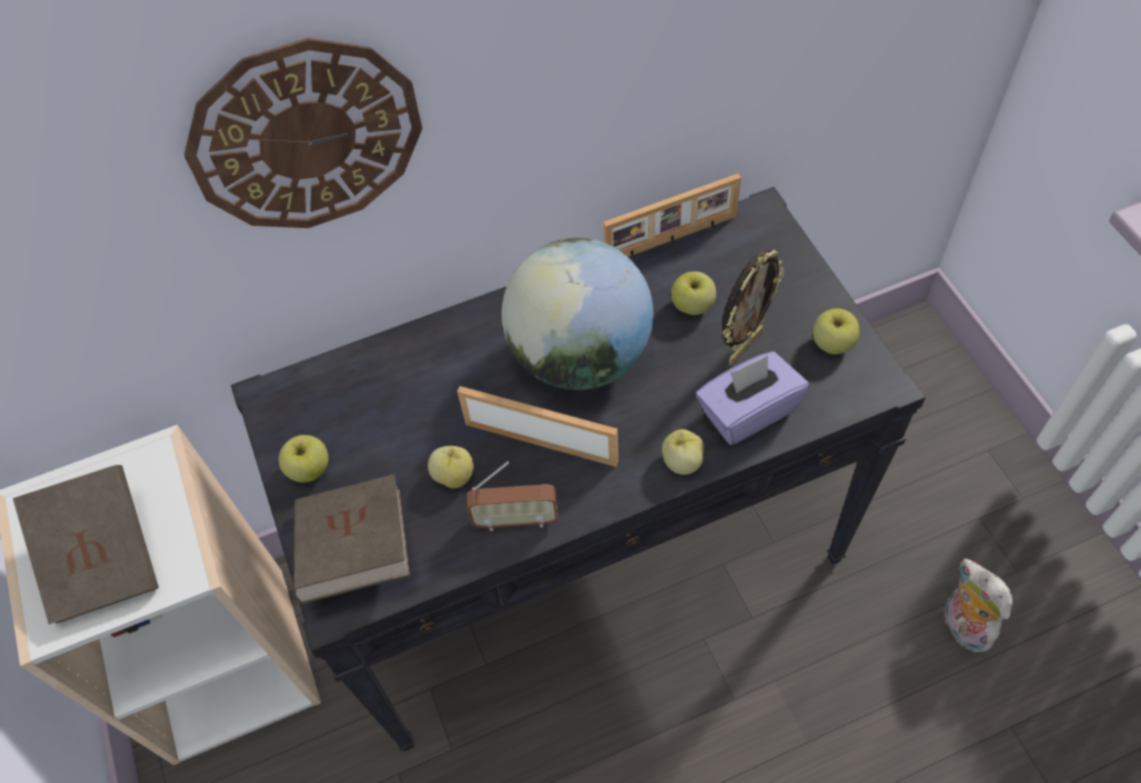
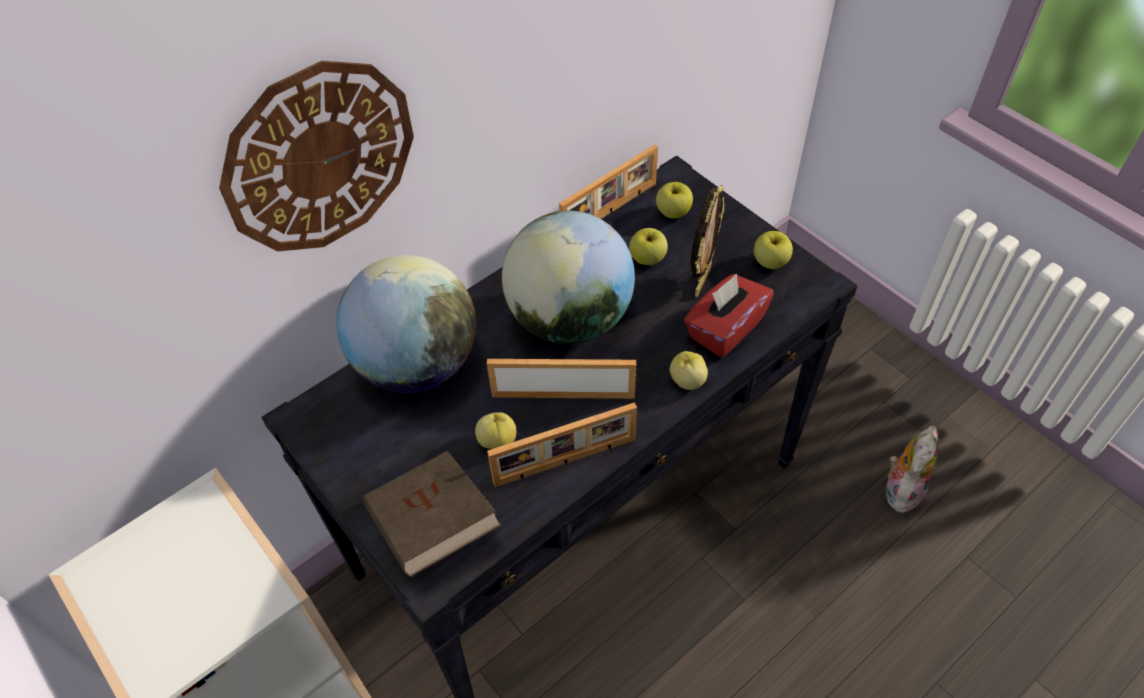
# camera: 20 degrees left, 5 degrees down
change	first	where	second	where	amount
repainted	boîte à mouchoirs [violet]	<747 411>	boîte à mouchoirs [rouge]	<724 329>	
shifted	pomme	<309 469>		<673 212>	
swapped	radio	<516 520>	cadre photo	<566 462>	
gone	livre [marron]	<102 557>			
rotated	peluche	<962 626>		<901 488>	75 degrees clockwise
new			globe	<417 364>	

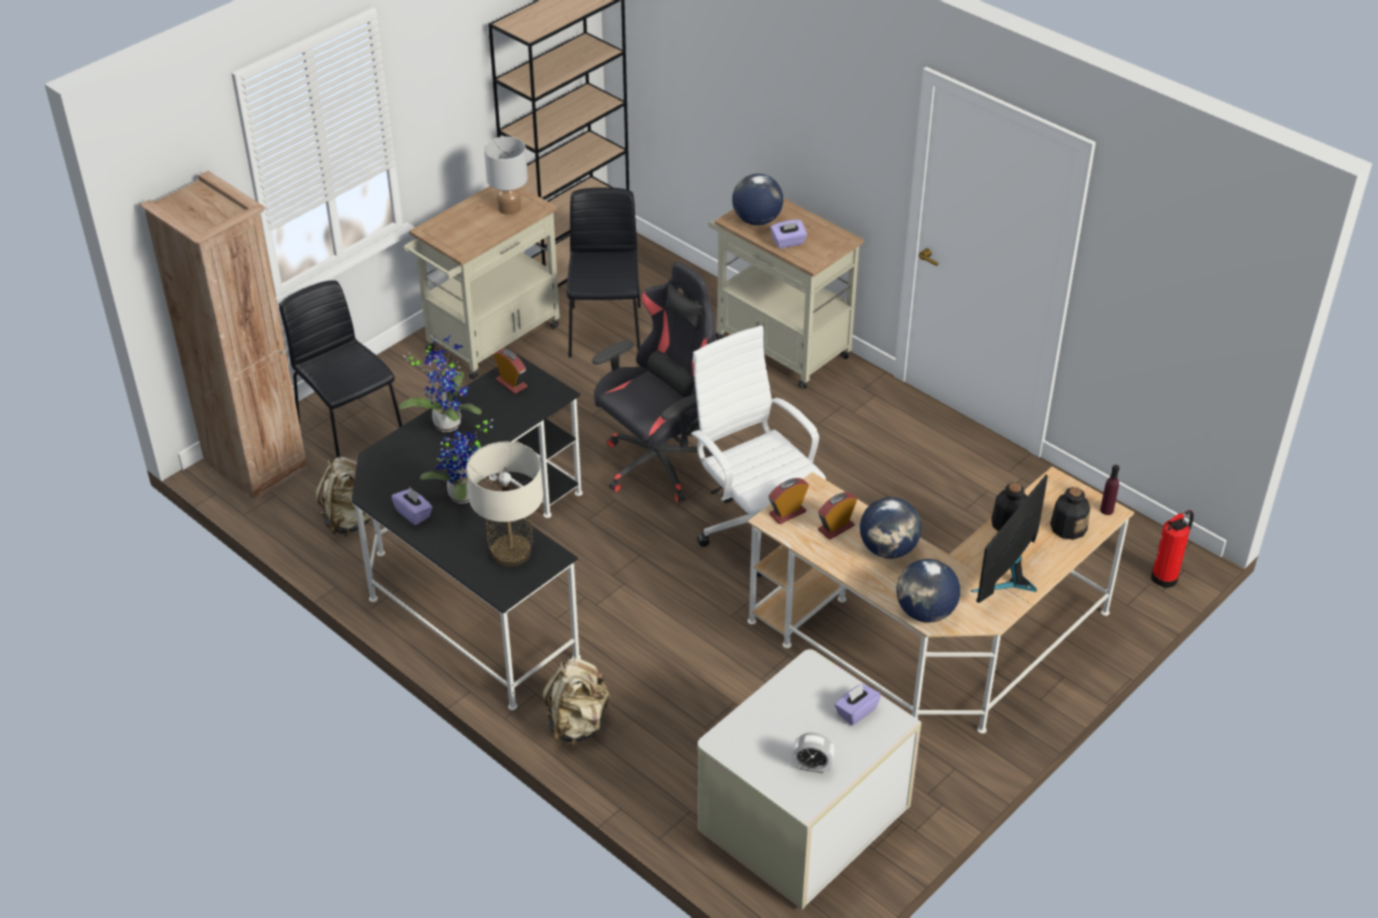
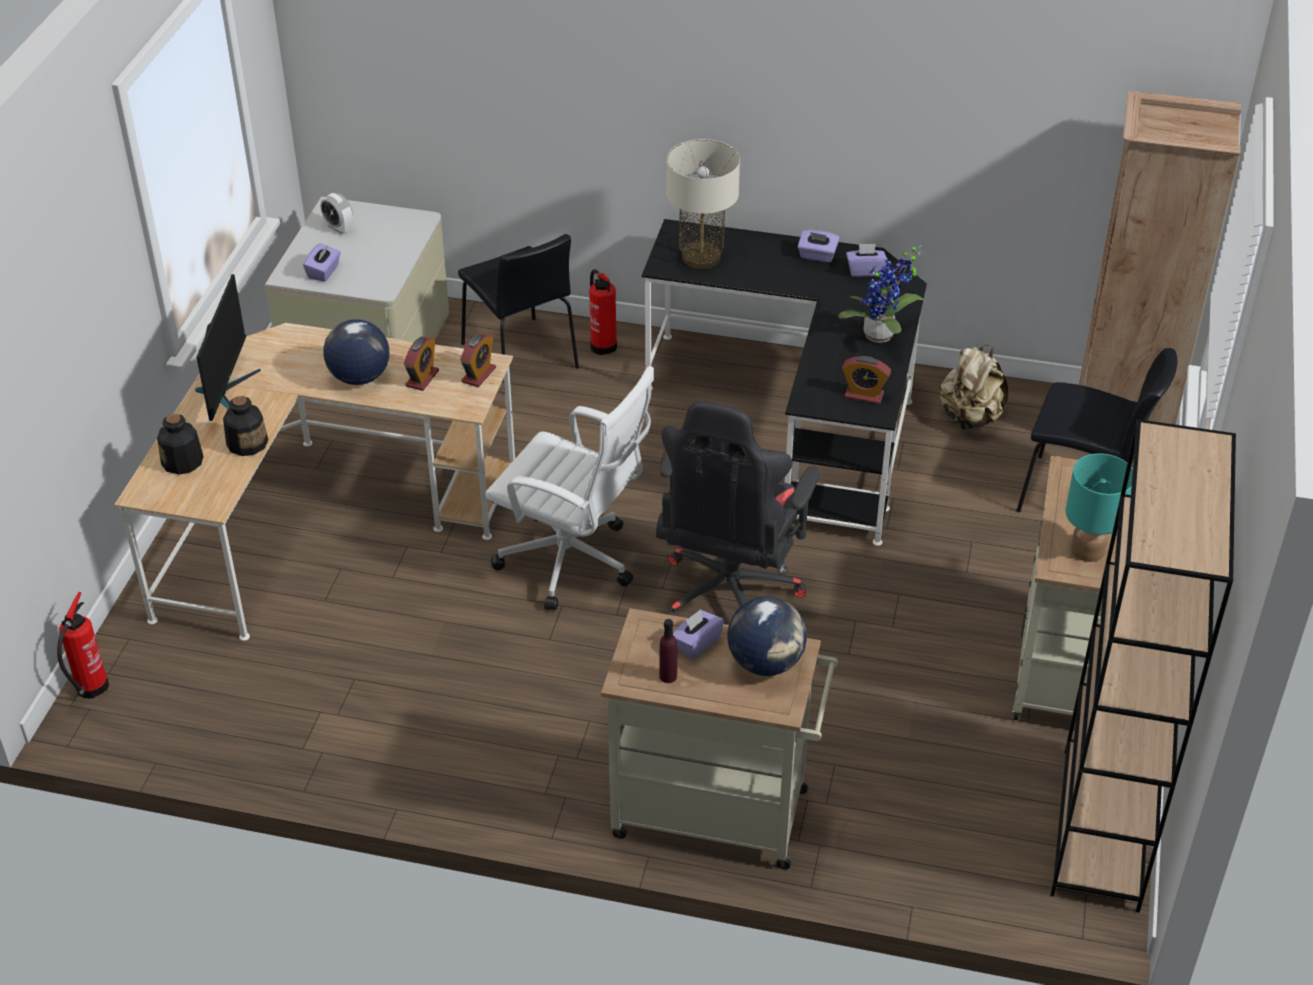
# camera: 150 degrees right, 0 degrees up
change	first	where	second	where	amount
repainted	lampe de table [gris]	<509 208>	lampe de table [turquoise]	<1088 550>	
shifted	chaise [noir]	<605 329>		<522 358>	
gone	plante en pot	<464 498>			
shifted	bouteille [violet]	<1106 510>		<668 676>	
gone	globe	<925 612>			
swapped	sac à dos [beige]	<577 724>	extincteur	<603 345>	
rotated	réveil	<812 767>		<339 228>	120 degrees counterclockwise
new			boîte à mouchoirs [violet]	<865 270>	

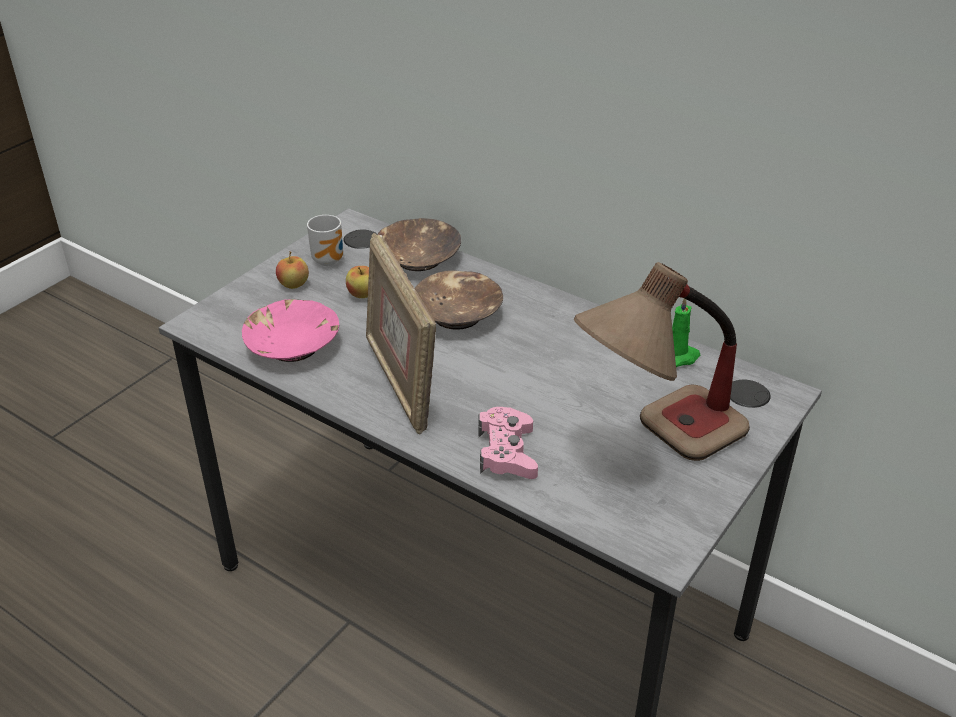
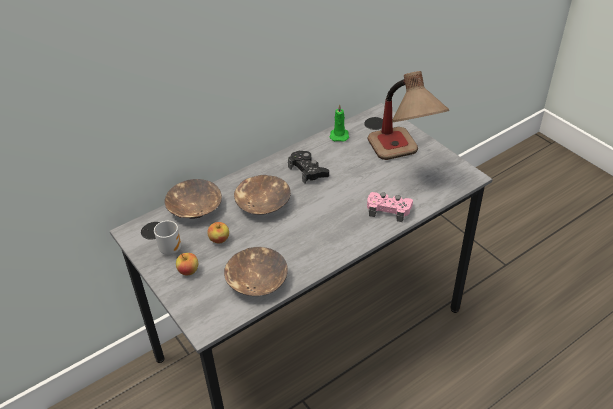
# camera: 70 degrees left, 5 degrees up
change	first	where	second	where	amount
gone	cadre photo	<400 382>			
repainted	bol [rose]	<293 345>	bol [marron]	<256 280>	
new			manette [noir]	<308 171>	

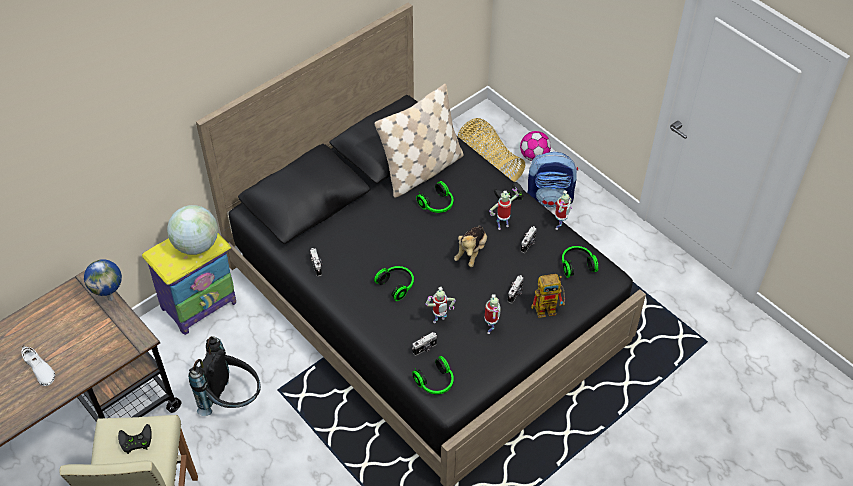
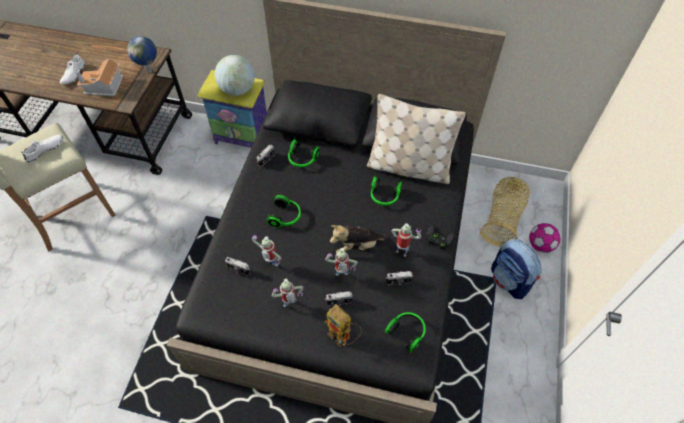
# camera: 55 degrees right, 5 degrees up
change	first	where	second	where	amount
shifted	robot jouet	<560 226>		<341 275>	
gone	sac à dos [noir]	<232 400>			
shifted	casque audio	<435 383>		<302 159>	
swapped	manette [noir]	<135 441>	chaussure [blanc]	<45 150>	
new			maison miniature	<103 87>	

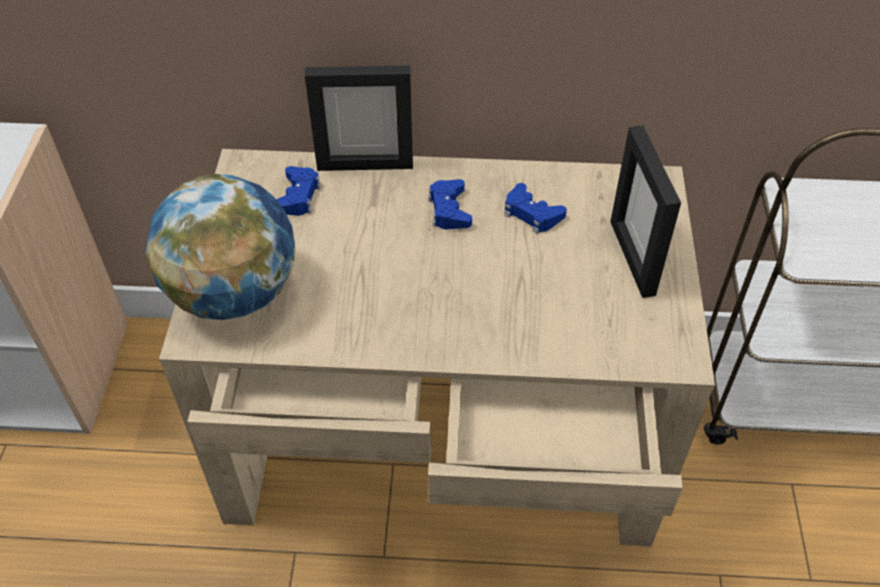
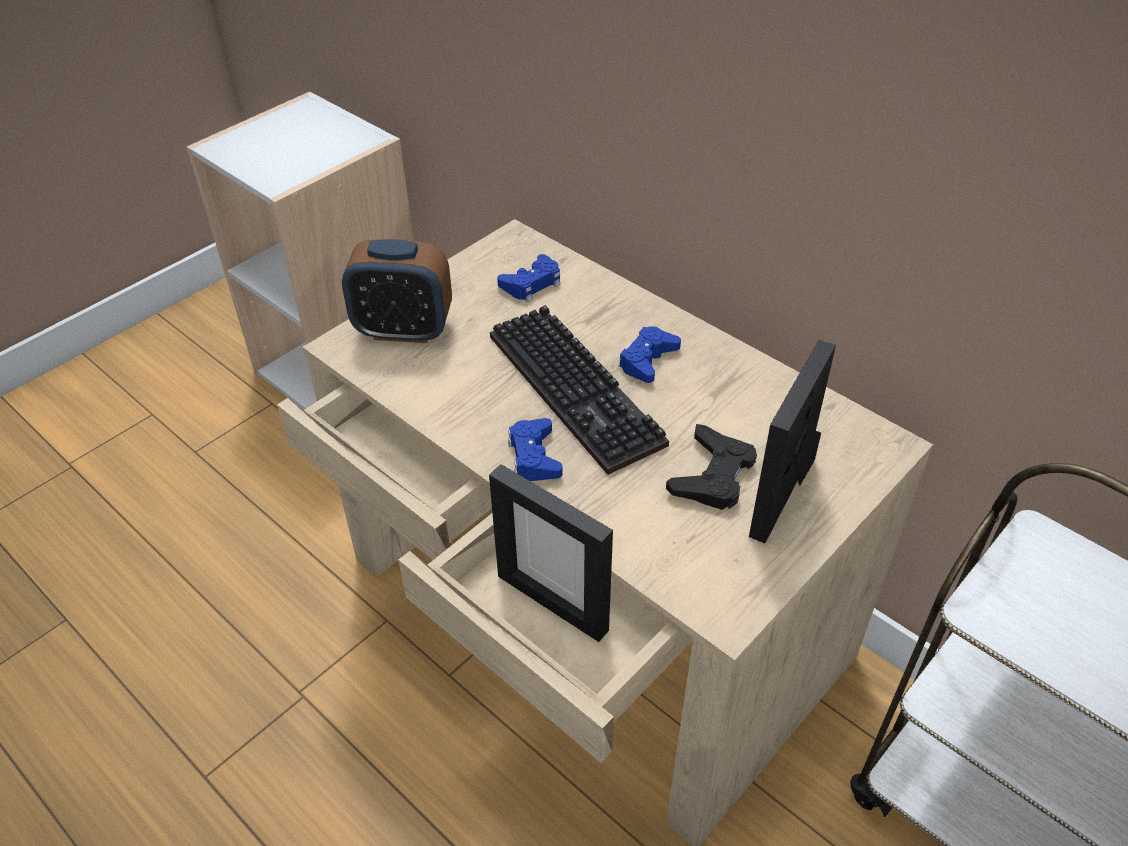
# camera: 40 degrees right, 5 degrees down
change	first	where	second	where	amount
shifted	cadre photo	<365 164>		<554 601>	
swapped	globe	<234 293>	réveil	<404 330>	
shifted	manette [bleu]	<531 214>		<534 456>	
new			clavier	<580 390>	
new			manette [noir]	<713 475>	

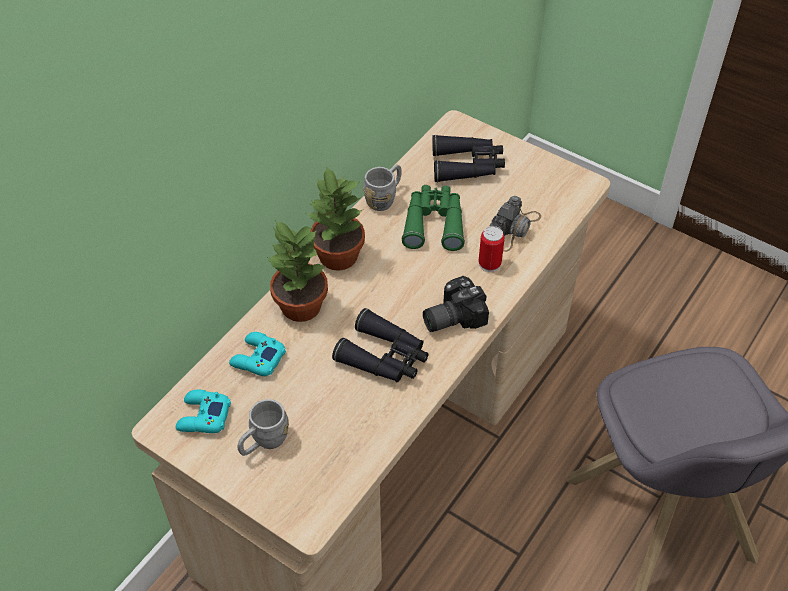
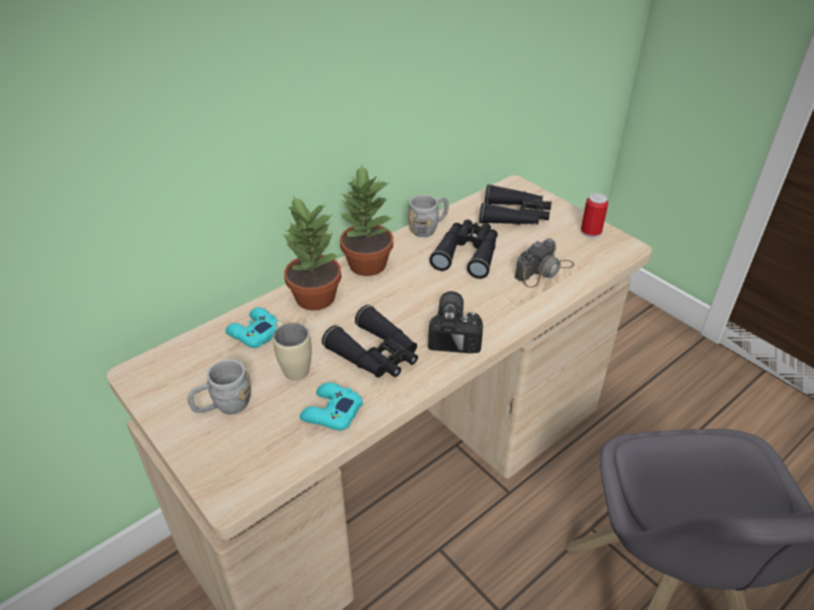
# camera: 15 degrees right, 10 degrees down
change	first	where	second	where	amount
repainted	jumelles [vert]	<434 223>	jumelles [noir]	<467 254>	
shifted	boîte métallique	<489 263>		<590 232>	
rotated	appareil photo	<451 316>		<456 331>	105 degrees clockwise
shifted	manette [turquoise]	<203 416>		<331 412>	
new			mug [beige]	<292 366>	

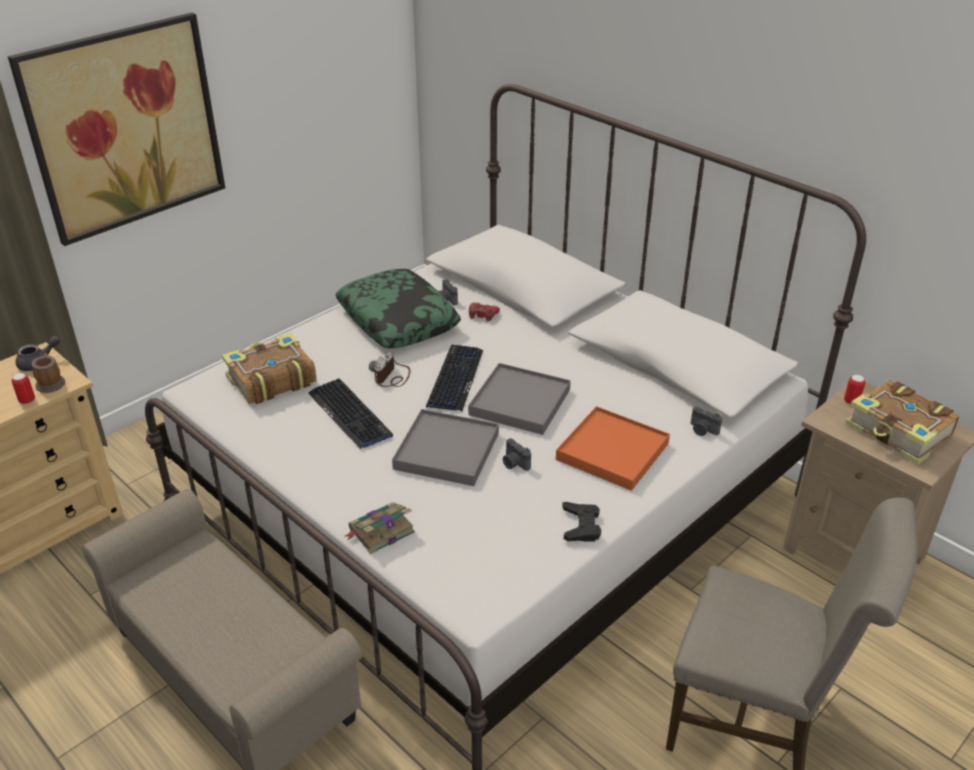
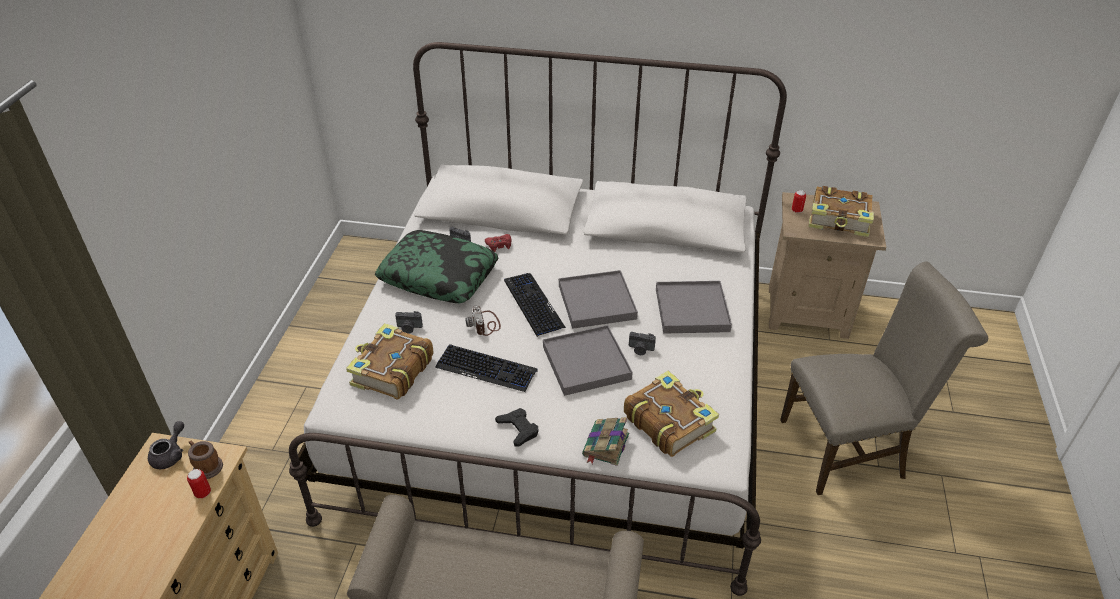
# camera: 35 degrees left, 5 degrees up
change	first	where	second	where	amount
gone	tableau	<125 127>			
repainted	plateau [orange]	<613 451>	plateau [gris]	<692 310>	
shifted	appareil photo	<702 430>		<409 328>	
shifted	manette [noir]	<581 526>		<518 429>	
new			livre	<668 421>	

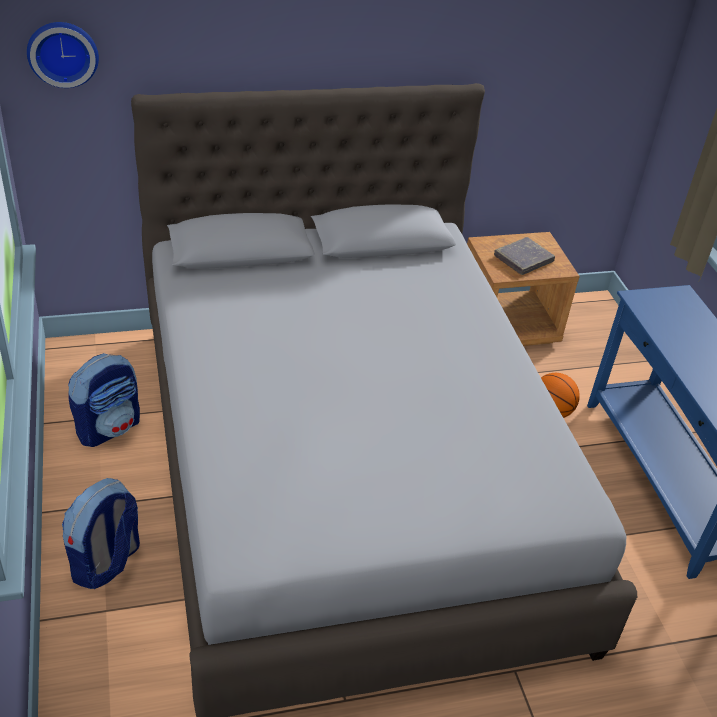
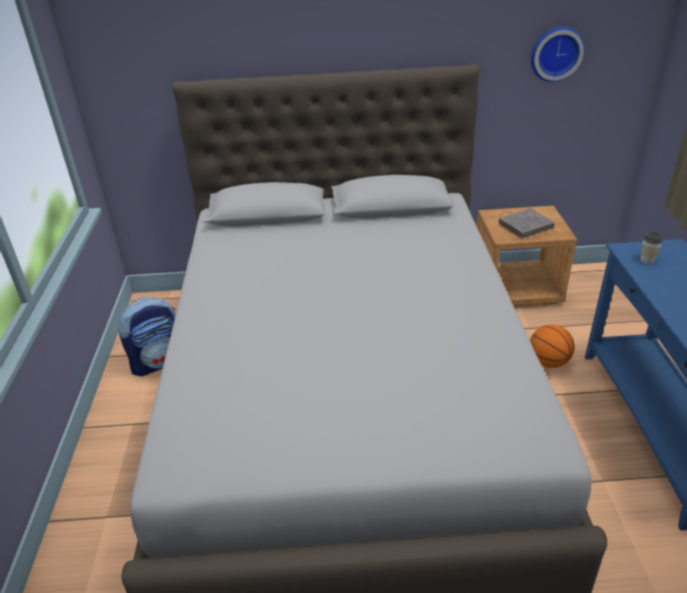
# camera: 15 degrees right, 5 degrees down
change	first	where	second	where	amount
shifted	horloge murale	<63 53>		<555 53>	
gone	sac à dos	<106 563>			
new			tasse	<647 260>	

